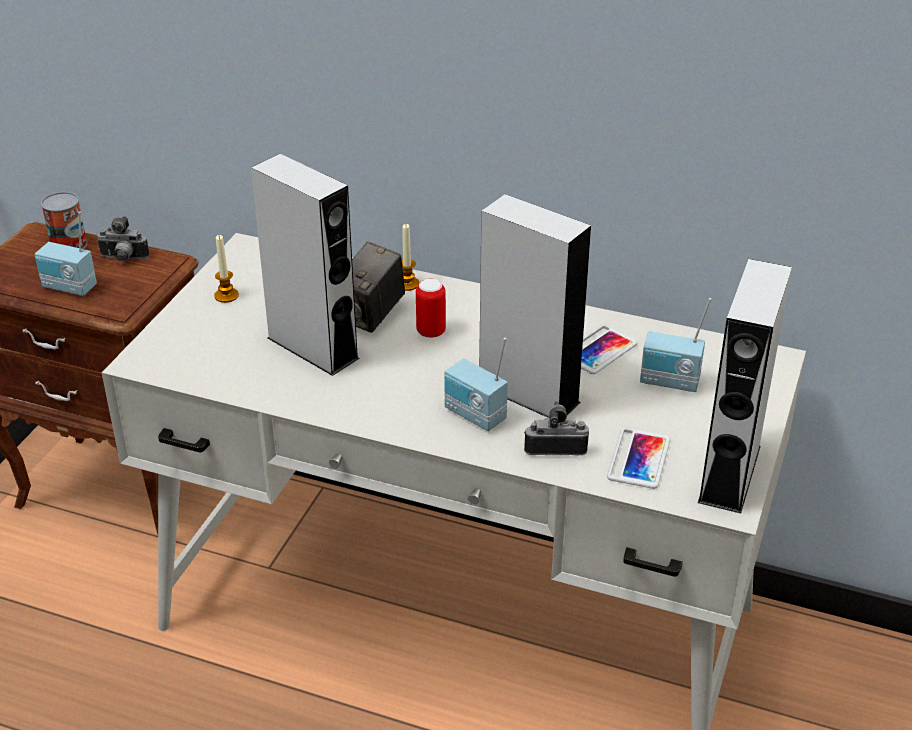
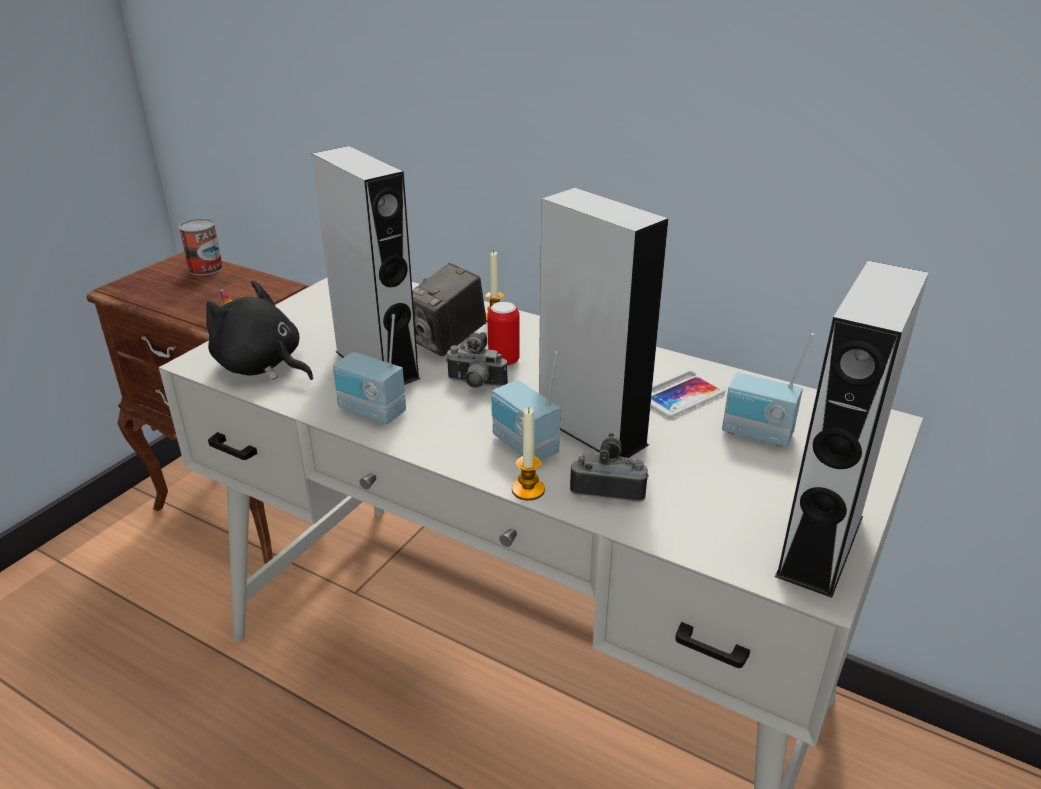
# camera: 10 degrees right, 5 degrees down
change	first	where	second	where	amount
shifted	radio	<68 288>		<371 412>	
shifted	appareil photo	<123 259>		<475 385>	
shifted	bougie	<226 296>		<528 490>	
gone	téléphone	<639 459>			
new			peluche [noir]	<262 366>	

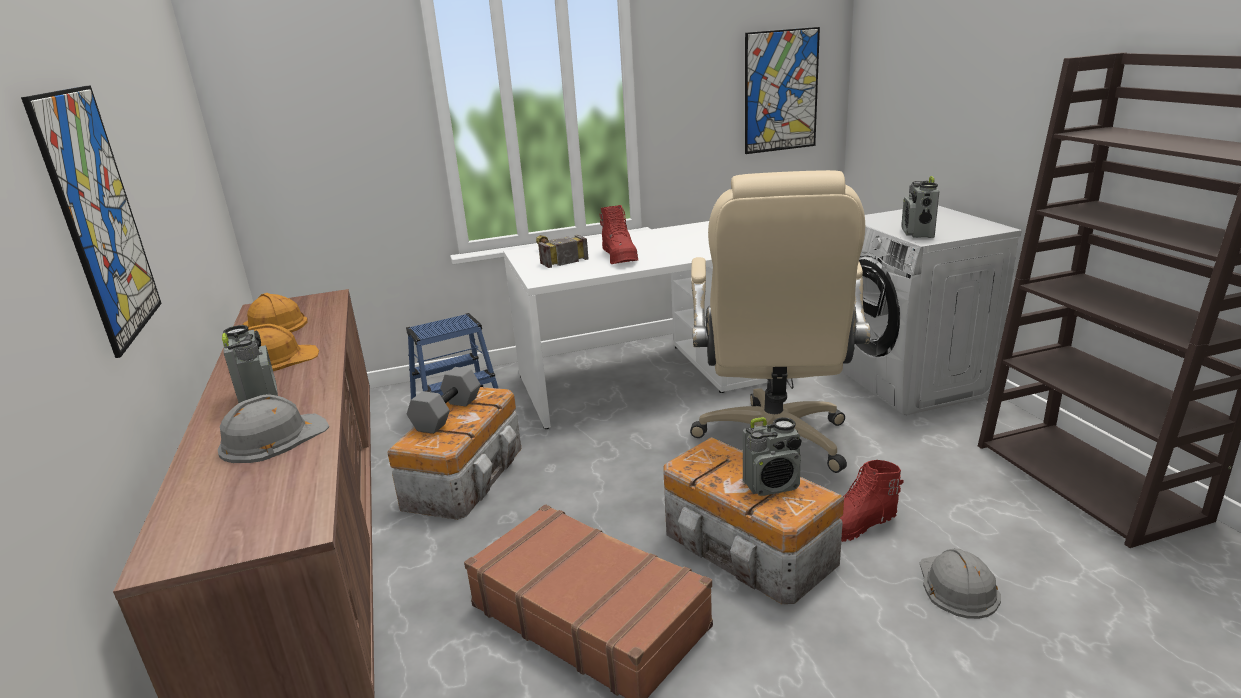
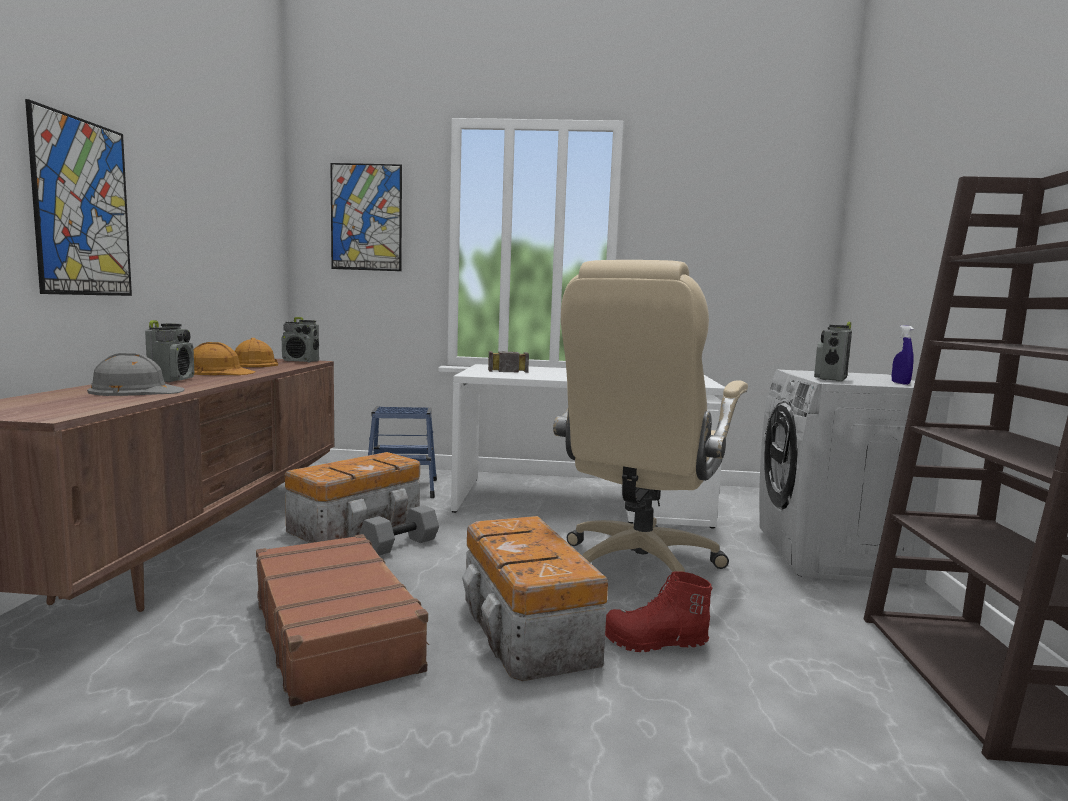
# camera: 20 degrees right, 15 degrees down
change	first	where	second	where	amount
shifted	tableau	<781 91>		<366 217>	
gone	botte [rouge]	<620 257>			
shifted	haltère [gris]	<448 414>		<400 546>	
shifted	radio	<772 485>		<301 361>	
gone	casque de chantier [gris]	<957 586>			
new			vaporisateur [bleu]	<900 383>	

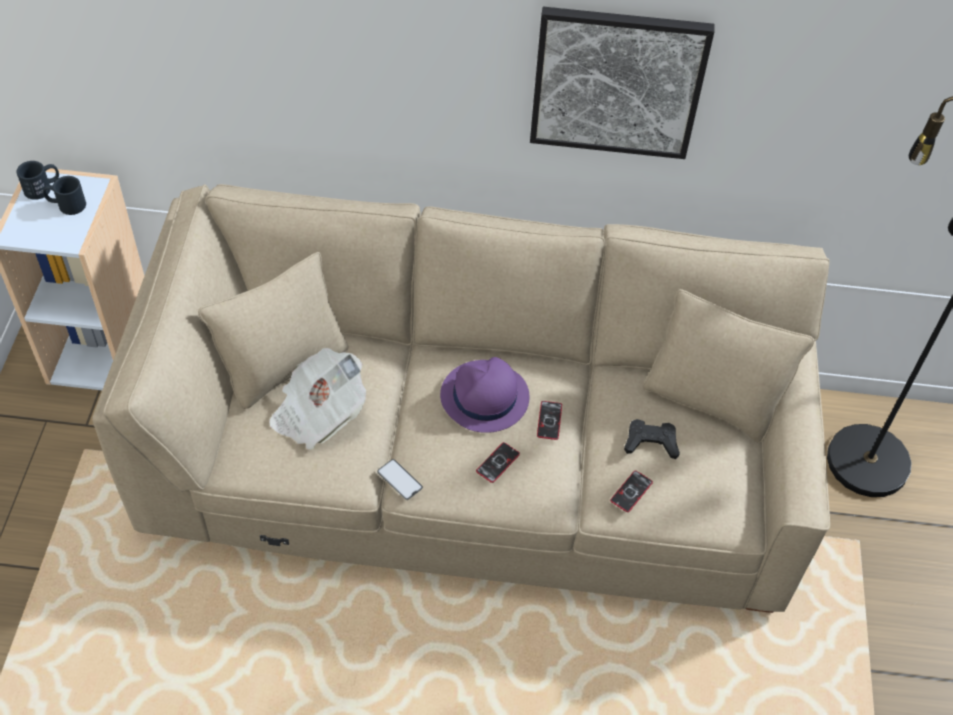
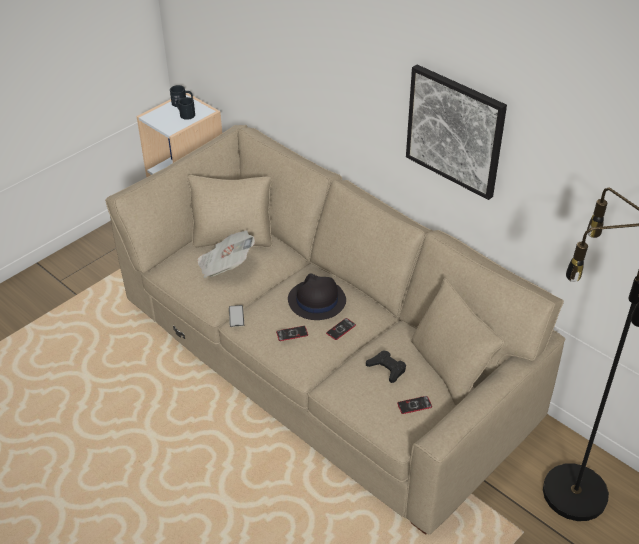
# camera: 40 degrees right, 10 degrees down
change	first	where	second	where	amount
repainted	chapeau [violet]	<484 397>	chapeau [noir]	<316 300>	
shifted	téléphone	<631 492>		<414 405>	

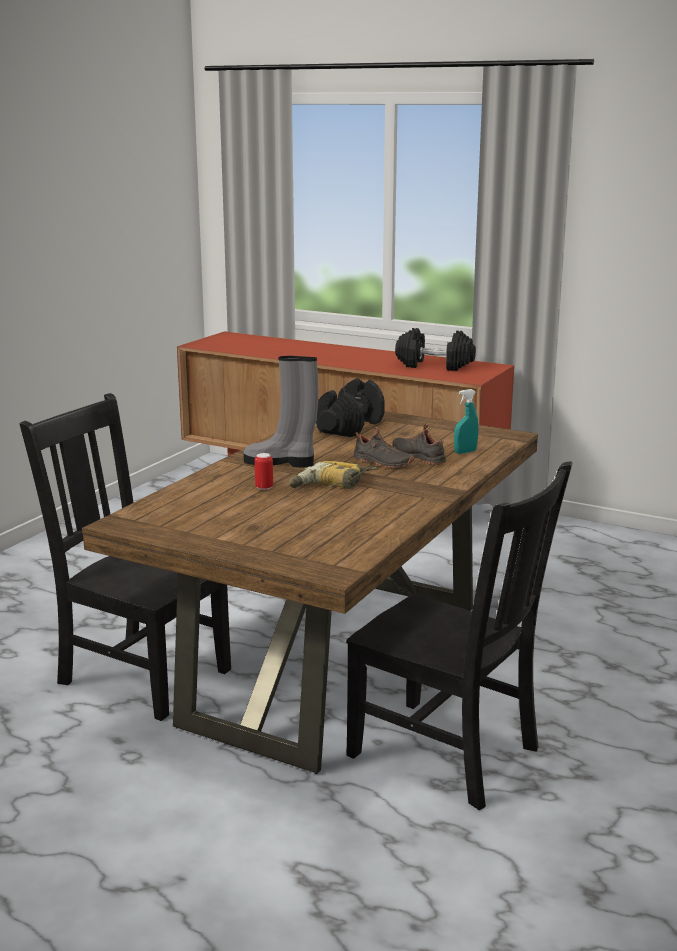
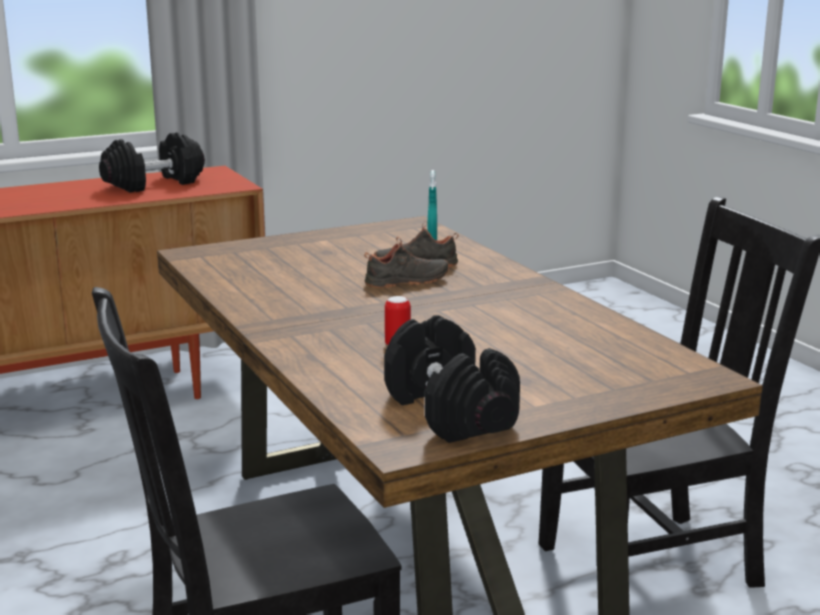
# camera: 55 degrees left, 0 degrees up
change	first	where	second	where	amount
gone	botte [gris]	<281 462>			
shifted	haltère [noir]	<350 427>		<451 412>	
gone	perceuse	<332 485>			

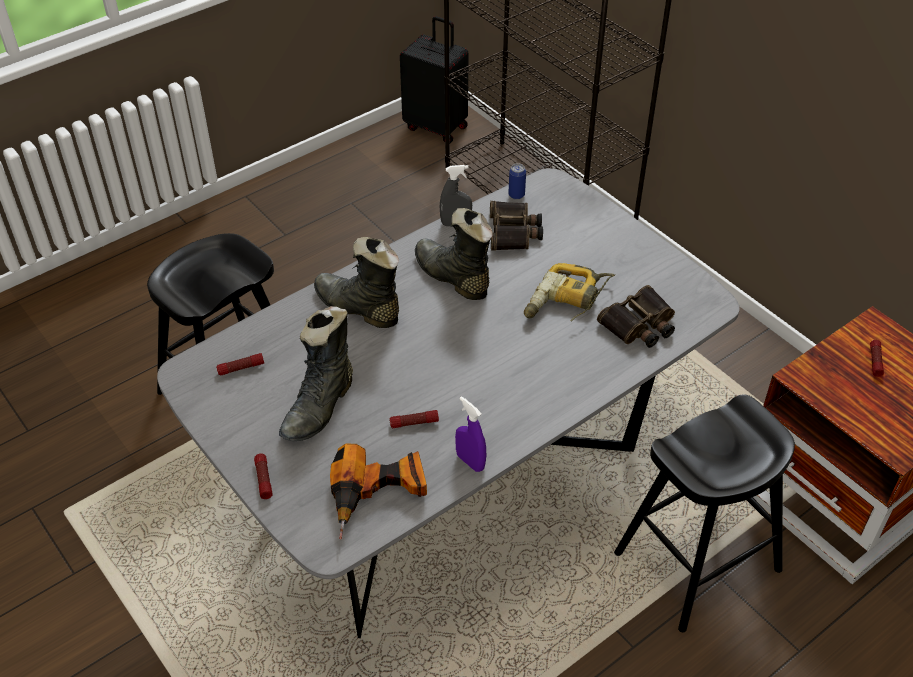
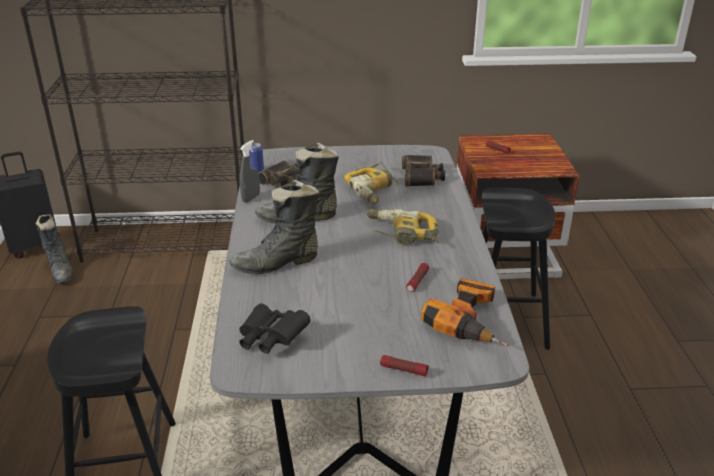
# camera: 55 degrees left, 15 degrees down
change	first	where	second	where	amount
shifted	botte [noir]	<320 407>		<61 270>	
swapped	lampe de poche	<241 368>	jumelles [noir]	<270 339>	
gone	vaporisateur [violet]	<470 462>			
new			perceuse	<401 234>	

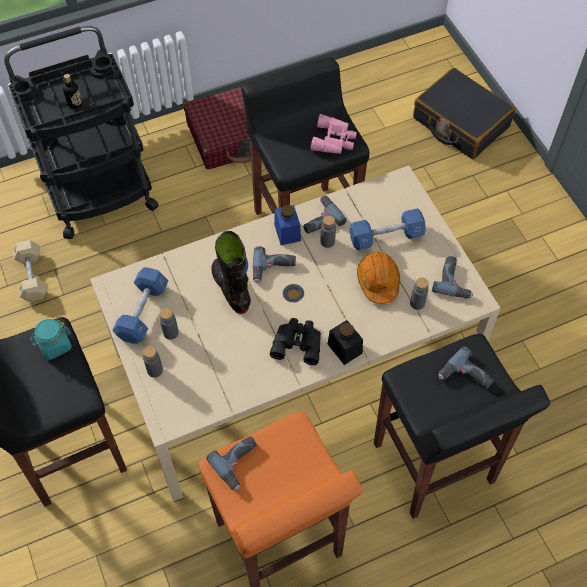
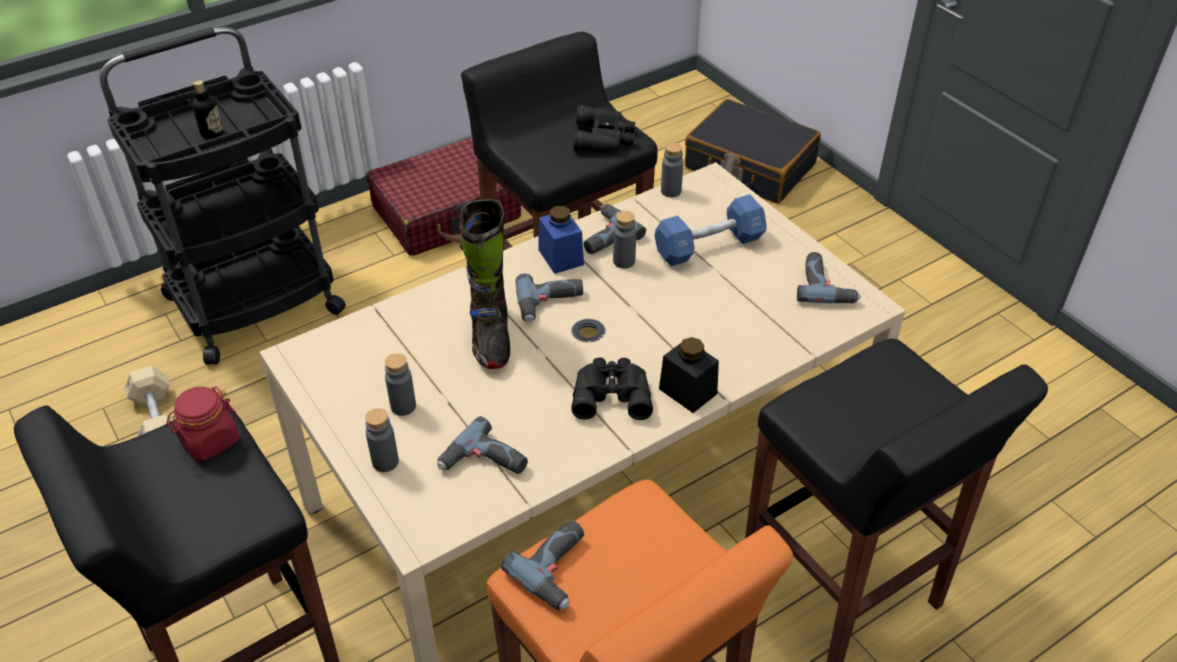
# camera: 10 degrees left, 15 degrees down
change	first	where	second	where	amount
repainted	jumelles [rose]	<334 140>	jumelles [noir]	<605 137>	
rotated	botte [noir]	<231 289>		<490 337>	150 degrees counterclockwise
gone	casque de chantier [orange]	<378 281>			
gone	haltère [bleu]	<142 312>			
shifted	bouteille [gris]	<417 303>		<671 191>	
repainted	bocal [turquoise]	<54 345>	bocal [rouge]	<209 440>	
shifted	perceuse	<465 377>		<484 464>	

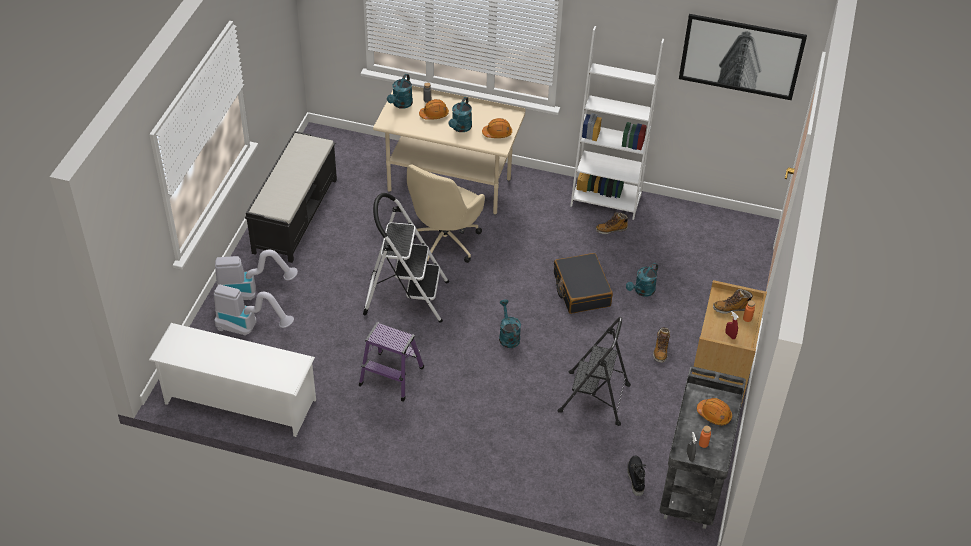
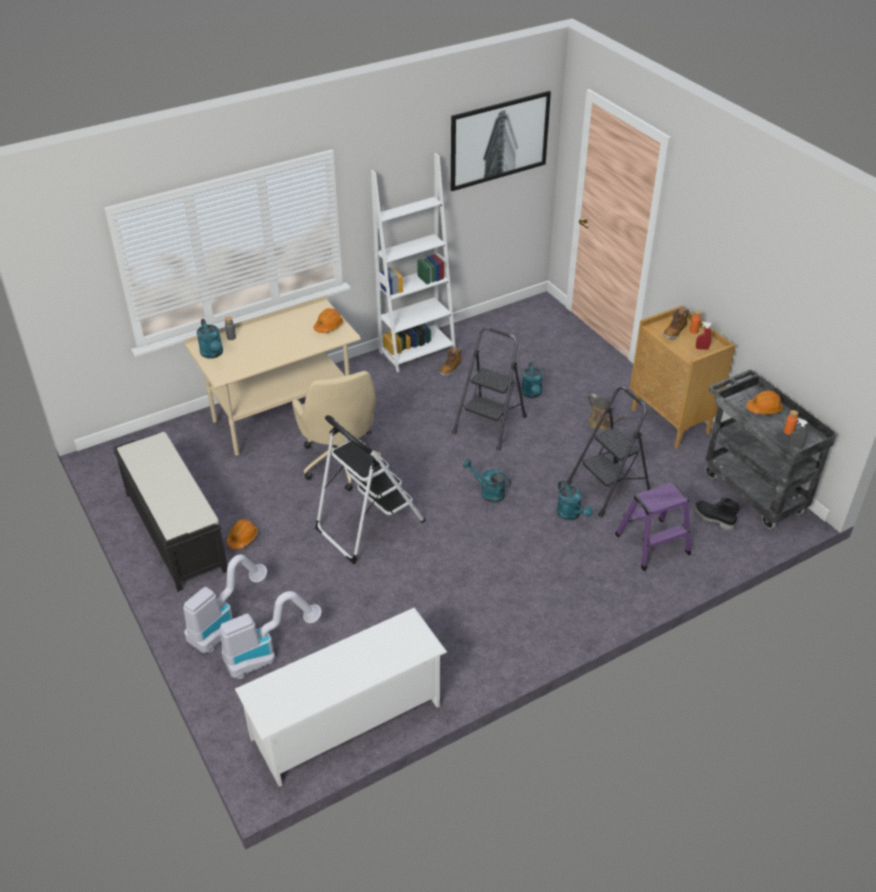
# camera: 45 degrees left, 5 degrees down
change	first	where	second	where	amount
shifted	arrosoir [turquoise]	<460 128>		<571 515>	
shifted	casque de chantier [orange]	<434 114>		<242 538>	
swapped	valise [noir]	<581 290>	escabeau [noir]	<491 423>	
shifted	escabeau [violet]	<391 375>		<652 544>	
swapped	botte	<660 351>	arrosoir [marron]	<602 423>	

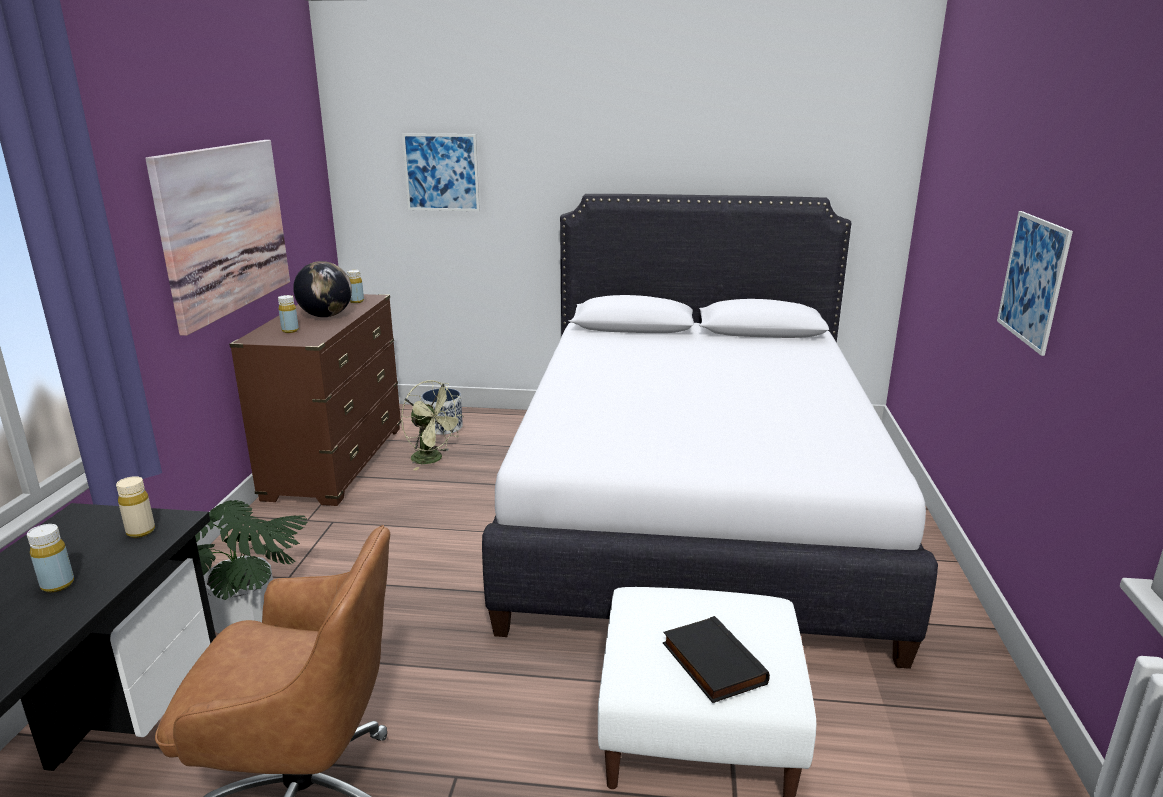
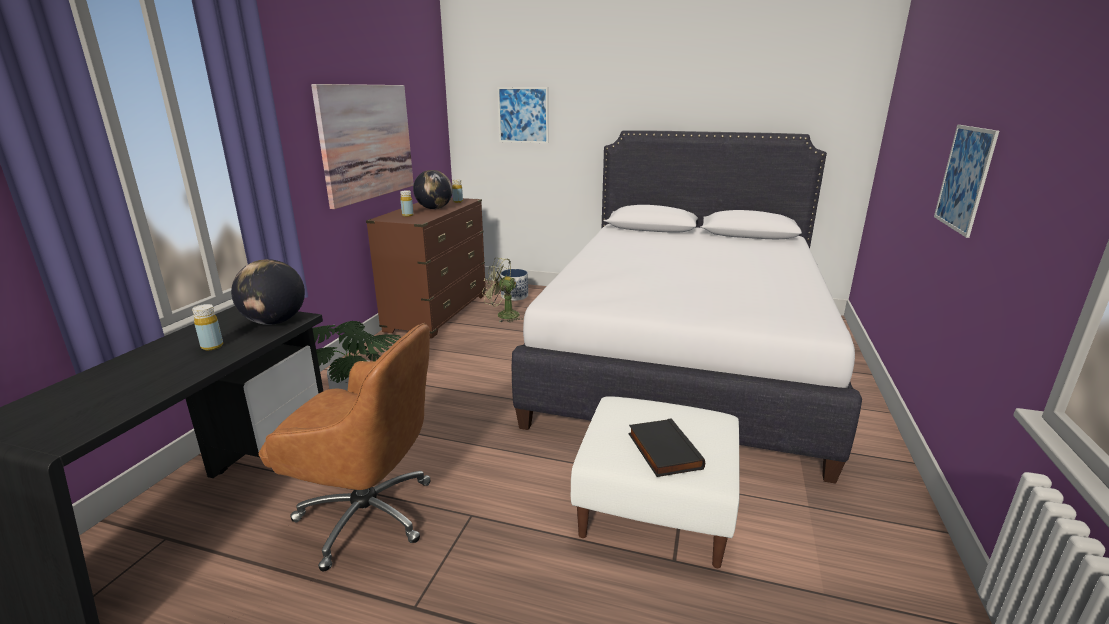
# camera: 10 degrees right, 0 degrees up
change	first	where	second	where	amount
rotated	ventilateur [vert]	<433 459>		<503 315>	150 degrees clockwise
swapped	bouteille [beige]	<141 531>	globe	<275 322>	

